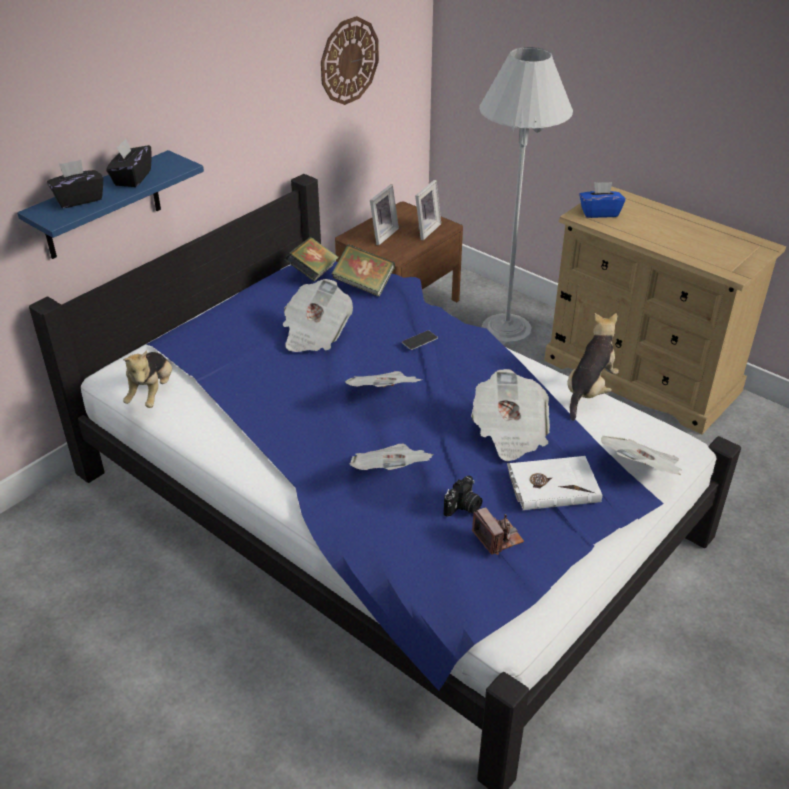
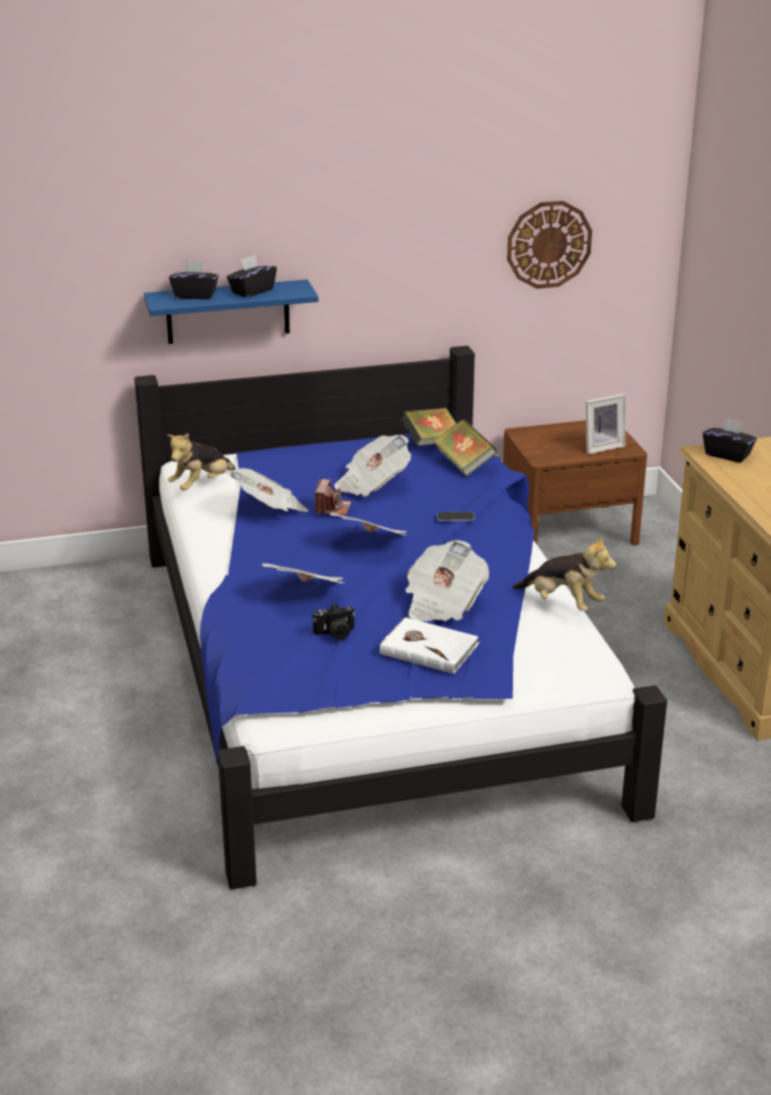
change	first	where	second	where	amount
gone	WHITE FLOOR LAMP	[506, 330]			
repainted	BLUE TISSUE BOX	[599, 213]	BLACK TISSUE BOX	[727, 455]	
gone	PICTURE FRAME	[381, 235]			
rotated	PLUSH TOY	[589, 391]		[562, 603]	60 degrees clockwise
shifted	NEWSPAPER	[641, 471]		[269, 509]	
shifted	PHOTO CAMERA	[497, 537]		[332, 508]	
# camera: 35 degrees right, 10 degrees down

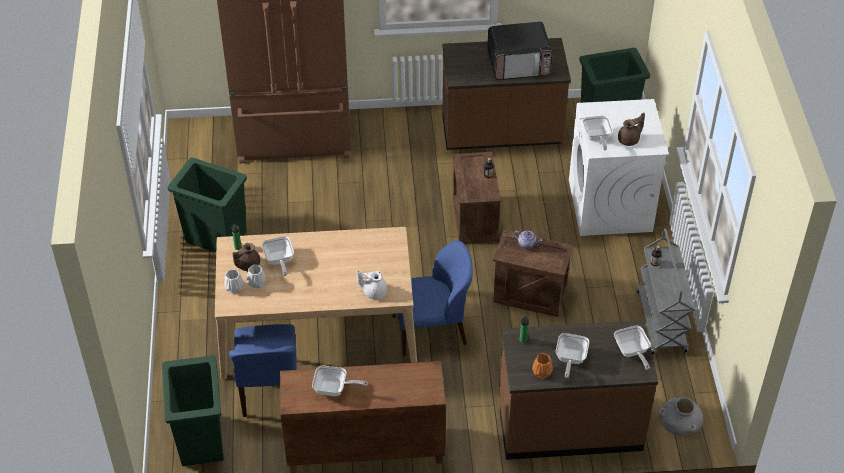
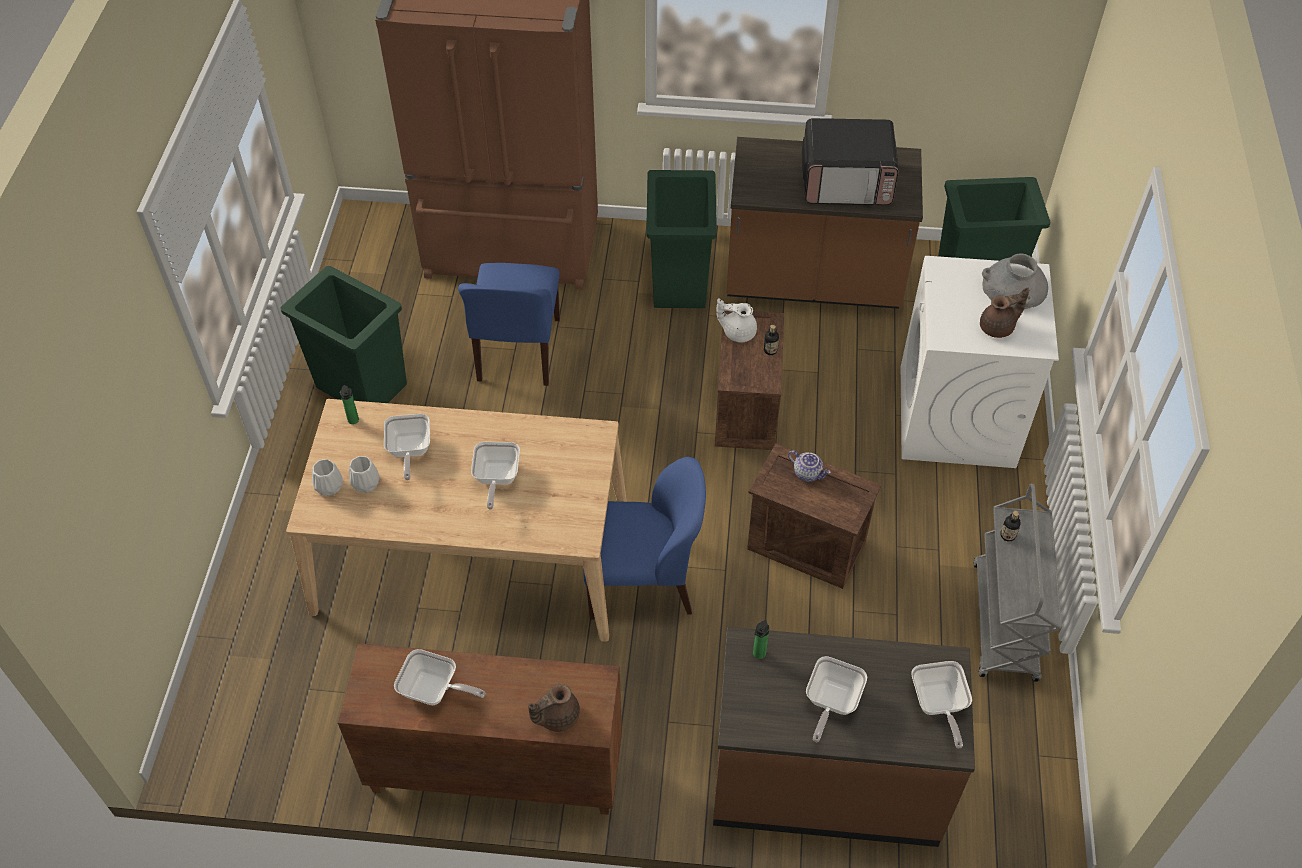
change	first	where	second	where	amount
shifted	FRYING PAN	[597, 138]		[496, 479]	
shifted	BROWN TEAPOT	[247, 265]		[556, 716]	
shifted	WHITE TEAPOT	[373, 291]		[737, 332]	
shifted	BLUE CHAIR	[269, 389]		[518, 351]	
gone	ORANGE VASE	[542, 371]			
shifted	GREEN TRASH CAN	[200, 441]		[678, 283]	
shifted	GREY VASE	[681, 418]		[1014, 288]	
# camera: 10 degrees right, 5 degrees up

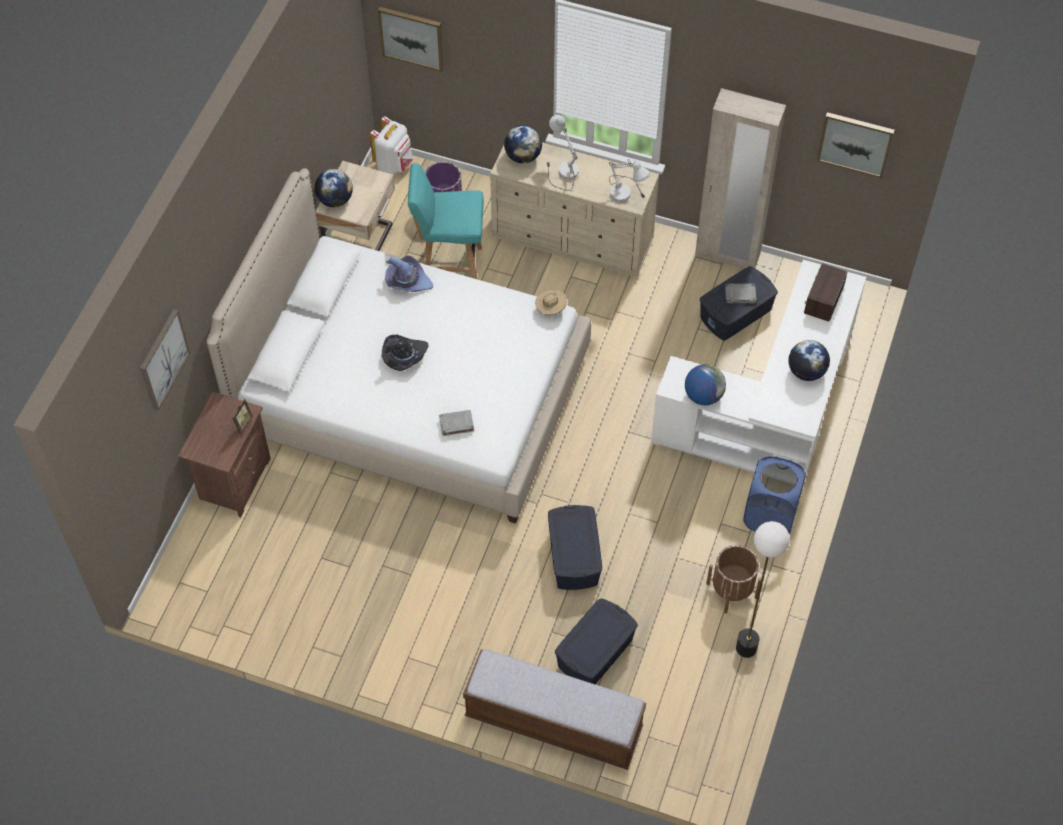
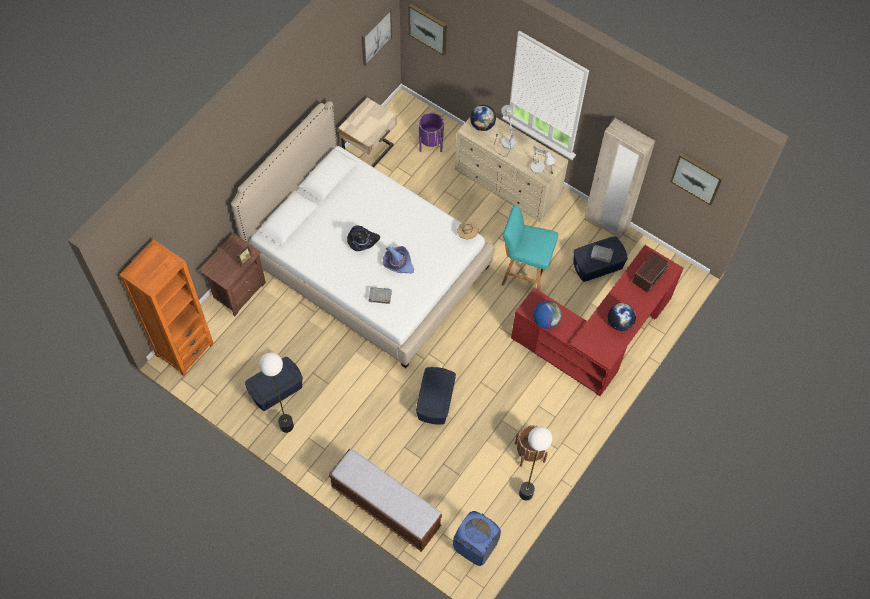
change	first	where	second	where	amount
gone	WHITE BACKPACK	[394, 164]			
shifted	TURQUOISE STOOL	[450, 268]		[524, 273]	
gone	GLOBE	[335, 200]			
shifted	PURPLE HAT	[407, 281]		[398, 263]	
repainted	WHITE DESK	[771, 411]	RED DESK	[598, 338]	
shifted	PICTURE	[163, 359]		[375, 36]	
shifted	BLUE LAUNDRY BASKET	[770, 516]		[475, 546]	
shifted	BLUE STORAGE BOX	[594, 652]		[275, 389]	
new			ORANGE BOOKCASE	[184, 349]	
new			FLOOR LAMP	[286, 426]	
# camera: 15 degrees right, 5 degrees up

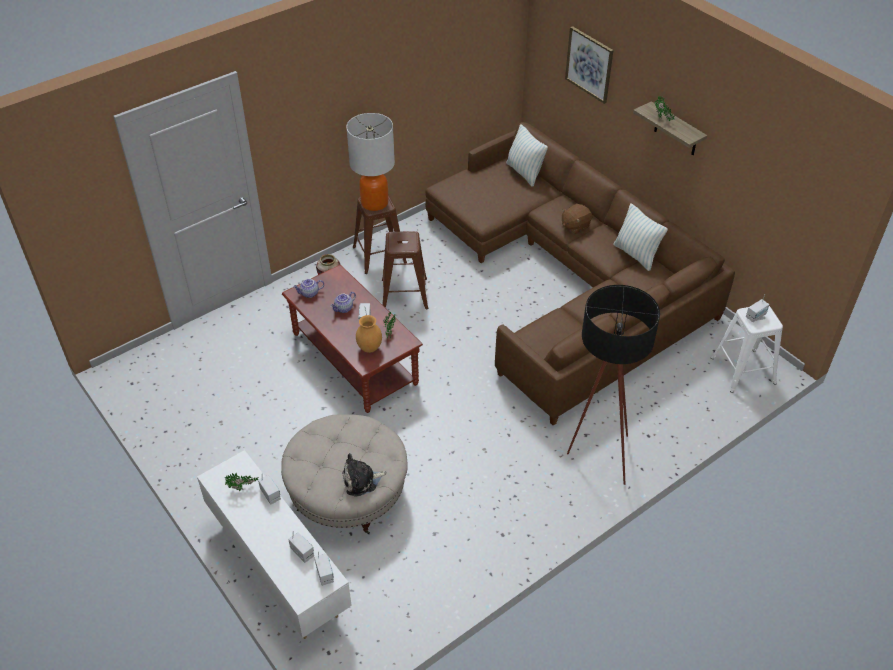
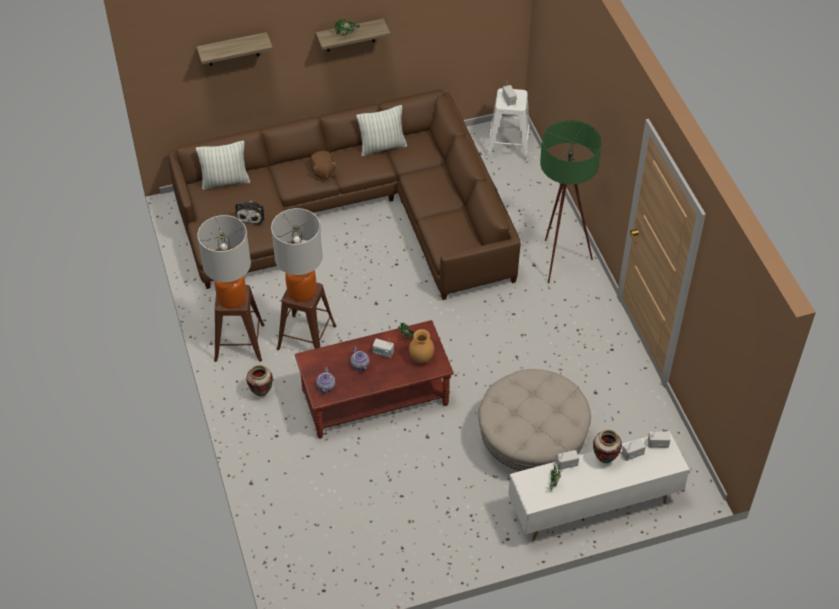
change	first	where	second	where	amount
swapped	PICTURE	[589, 64]	SHELF	[233, 49]	
repainted	BLACK FLOOR LAMP	[598, 456]	GREEN FLOOR LAMP	[558, 265]	
shifted	PLUSH TOY	[361, 481]		[251, 215]	
new			TABLE LAMP	[302, 291]	
new			VASE	[604, 459]	
# camera: 70 degrees left, 5 degrees up

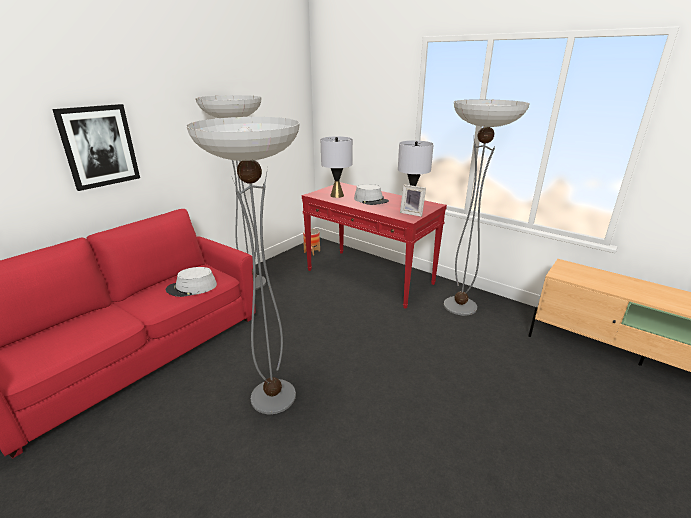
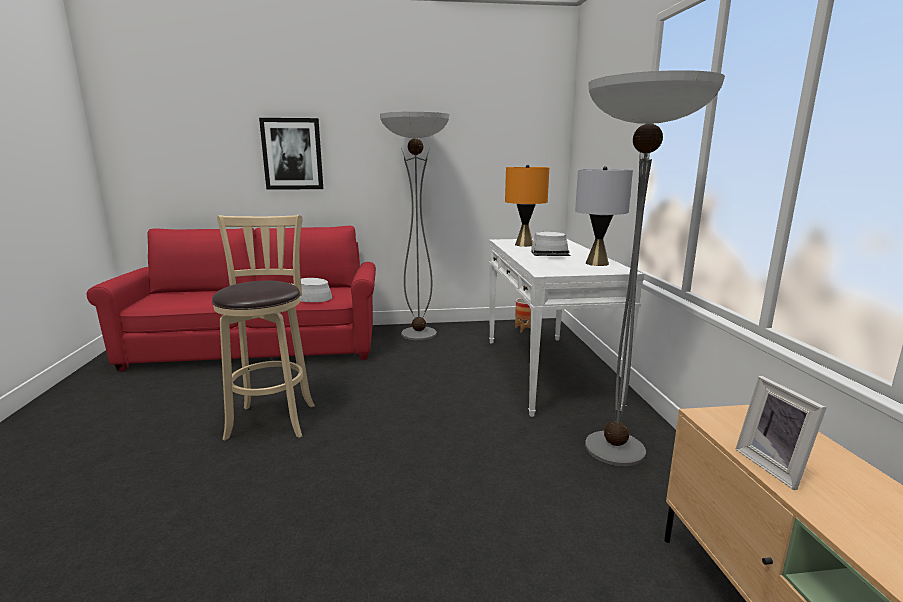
change	first	where	second	where	amount
swapped	FLOOR LAMP	[273, 396]	BEIGE STOOL	[273, 418]	
repainted	GREY TABLE LAMP	[337, 195]	ORANGE TABLE LAMP	[524, 245]	
repainted	RED CONSOLE TABLE	[370, 277]	WHITE CONSOLE TABLE	[547, 371]	
shifted	PICTURE FRAME	[412, 213]		[774, 466]	
# camera: 45 degrees right, 10 degrees down

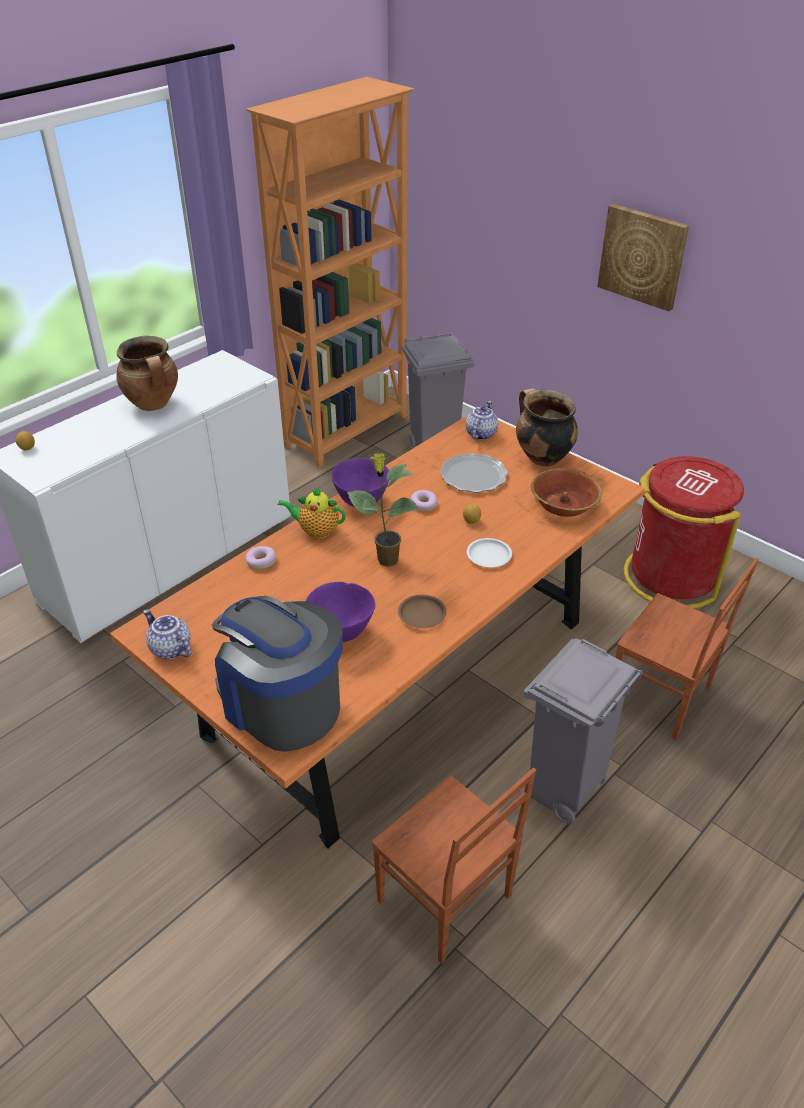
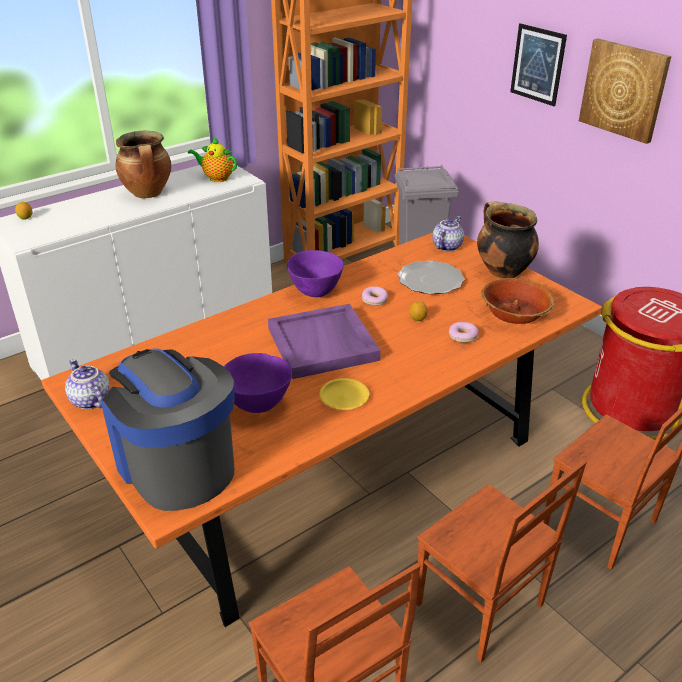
change	first	where	second	where	amount
swapped	POTTED PLANT	[386, 560]	PURPLE TRAY	[323, 344]	
shifted	TEAPOT	[316, 531]		[216, 178]	
gone	WHITE PLATE	[489, 555]			
shifted	DONUT	[261, 561]		[463, 336]	
repainted	BROWN PLATE	[422, 614]	YELLOW PLATE	[344, 397]	
swapped	GREY TRASH CAN	[563, 792]	BROWN CHAIR	[479, 606]	
new			PICTURE	[537, 64]	
# camera: 10 degrees right, 5 degrees down

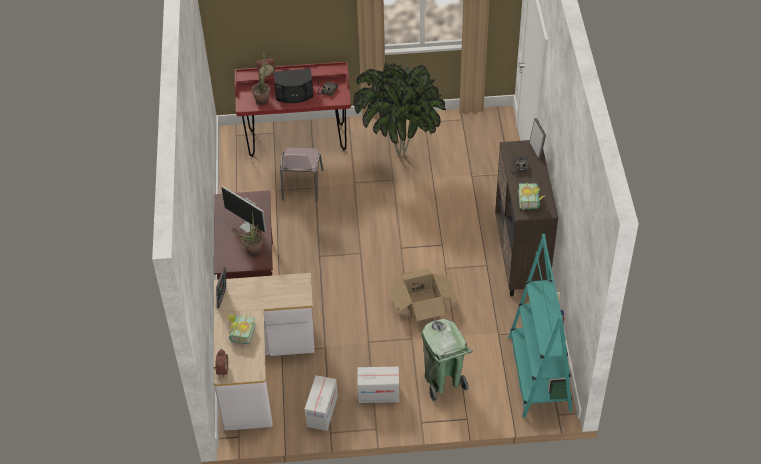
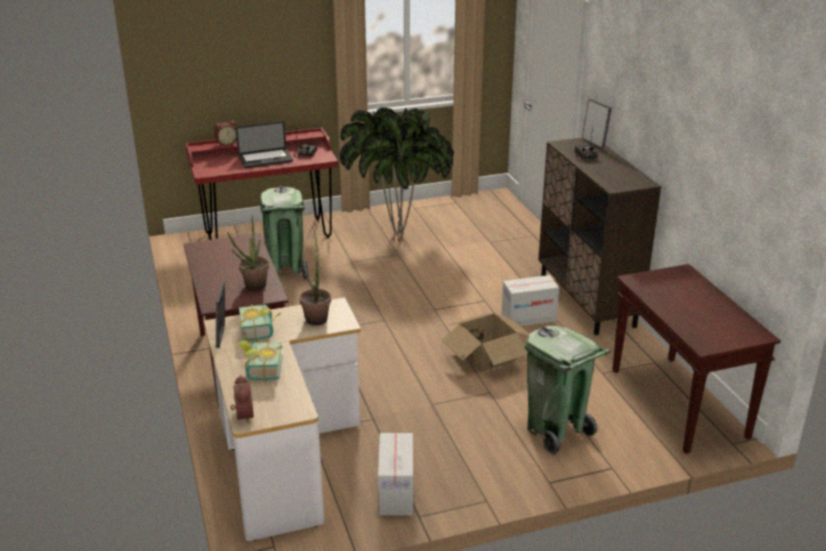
change	first	where	second	where	amount
shifted	POTTED PLANT	[263, 98]		[316, 317]	
swapped	BLACK SPEAKER	[294, 94]	LAPTOP	[265, 159]	
swapped	PINK CHAIR	[301, 185]	GREEN TRASH CAN	[286, 271]	
shifted	BOOK	[531, 200]		[261, 330]	
gone	MONITOR	[246, 222]			
swapped	TURQUOISE BOOKCASE	[539, 373]	BROWN CONSOLE TABLE	[679, 404]	
shifted	CARDBOARD BOX	[378, 394]		[528, 318]	
# camera: 15 degrees left, 20 degrees down

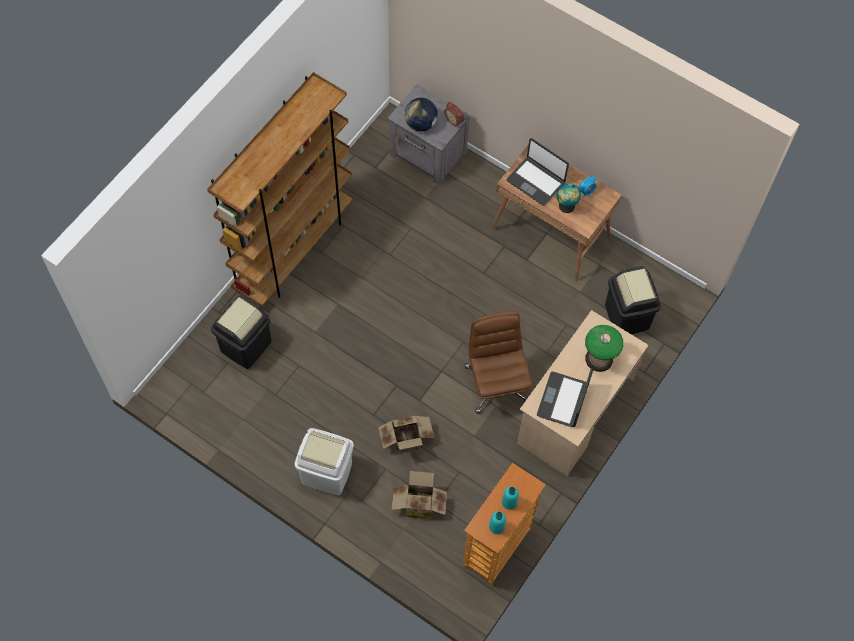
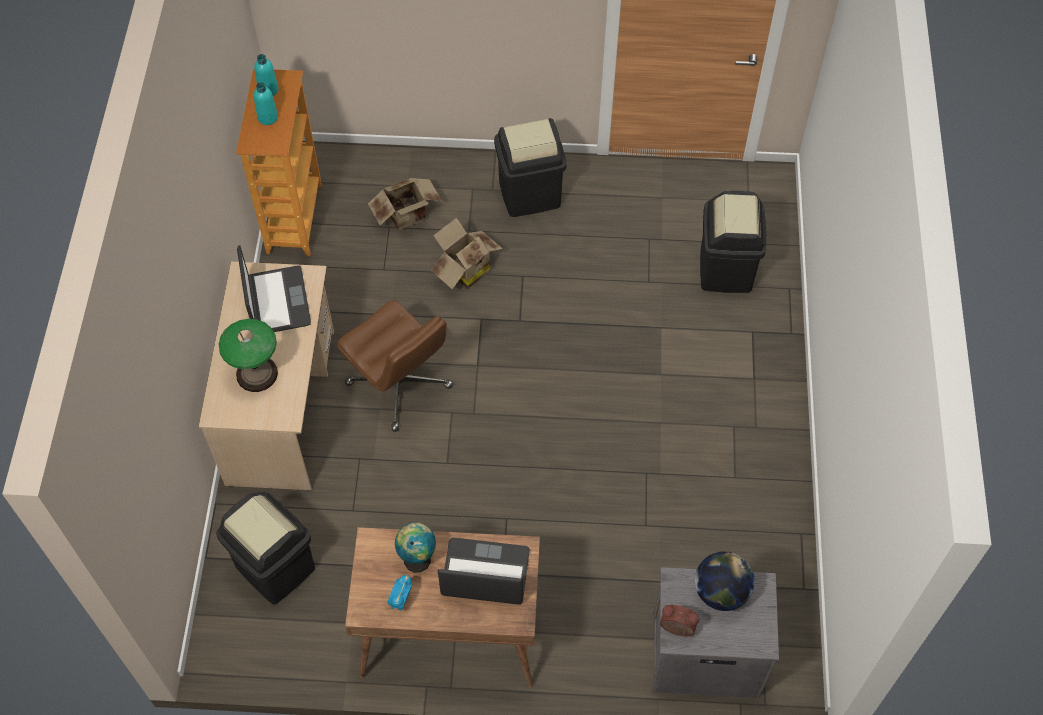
change	first	where	second	where	amount
gone	BROWN BOOKCASE	[294, 249]			
repainted	WHITE TRASH CAN	[326, 473]	BLACK TRASH CAN	[529, 194]	
# camera: 150 degrees right, 5 degrees down

